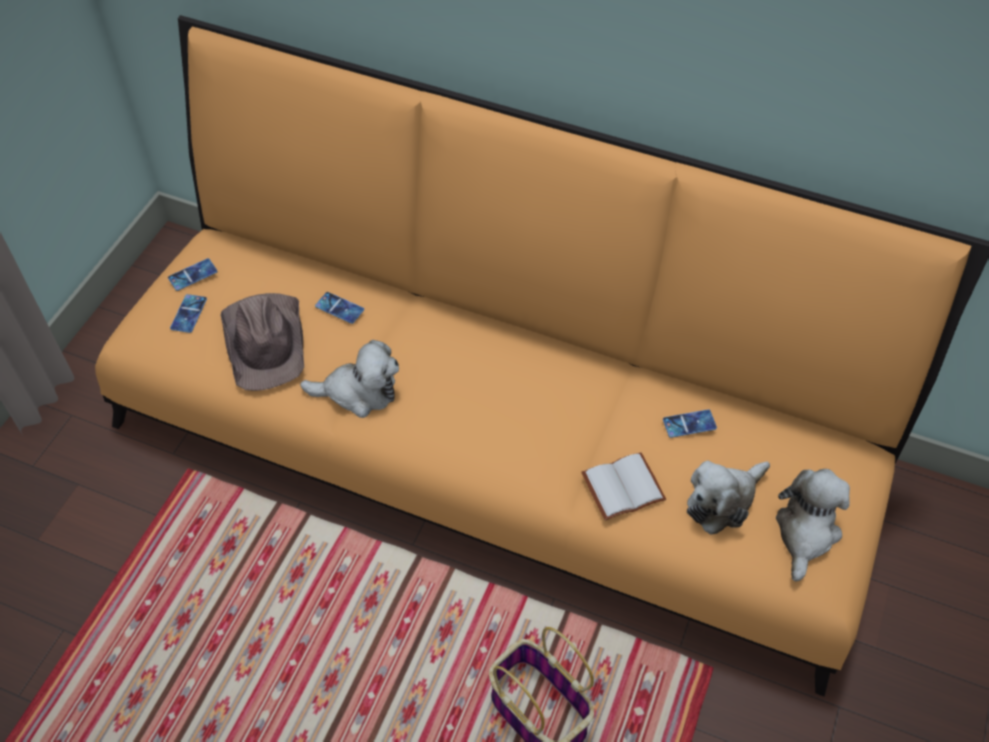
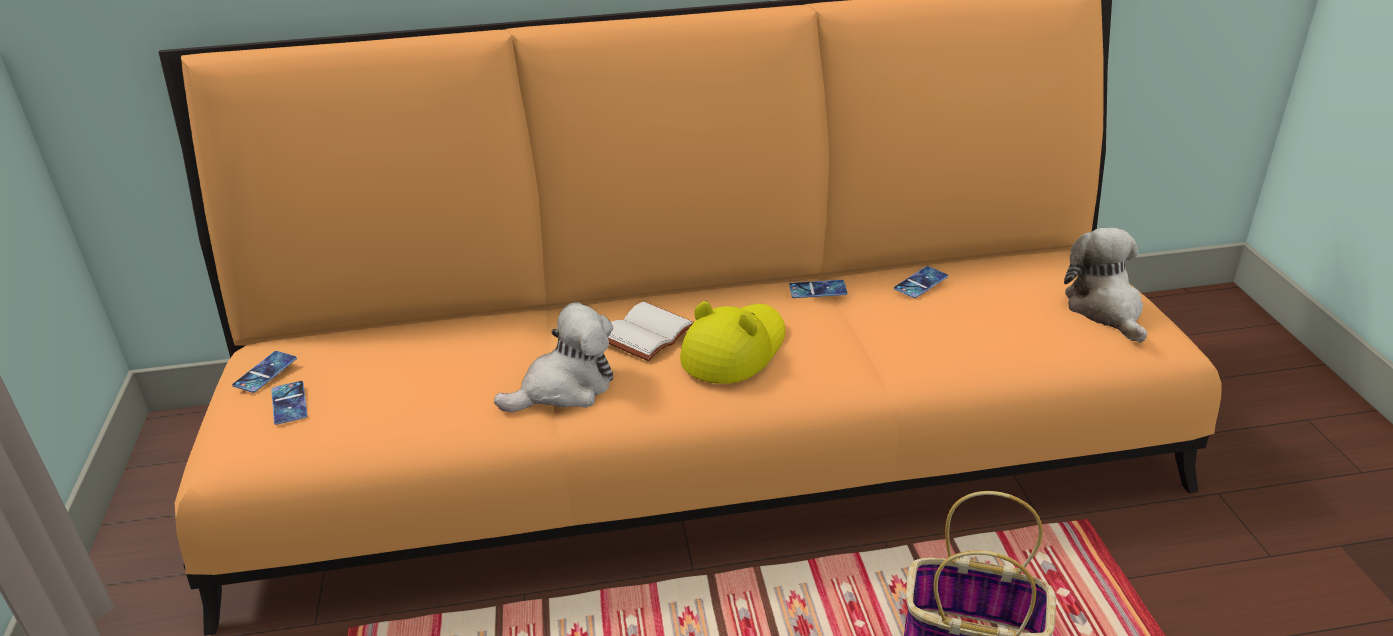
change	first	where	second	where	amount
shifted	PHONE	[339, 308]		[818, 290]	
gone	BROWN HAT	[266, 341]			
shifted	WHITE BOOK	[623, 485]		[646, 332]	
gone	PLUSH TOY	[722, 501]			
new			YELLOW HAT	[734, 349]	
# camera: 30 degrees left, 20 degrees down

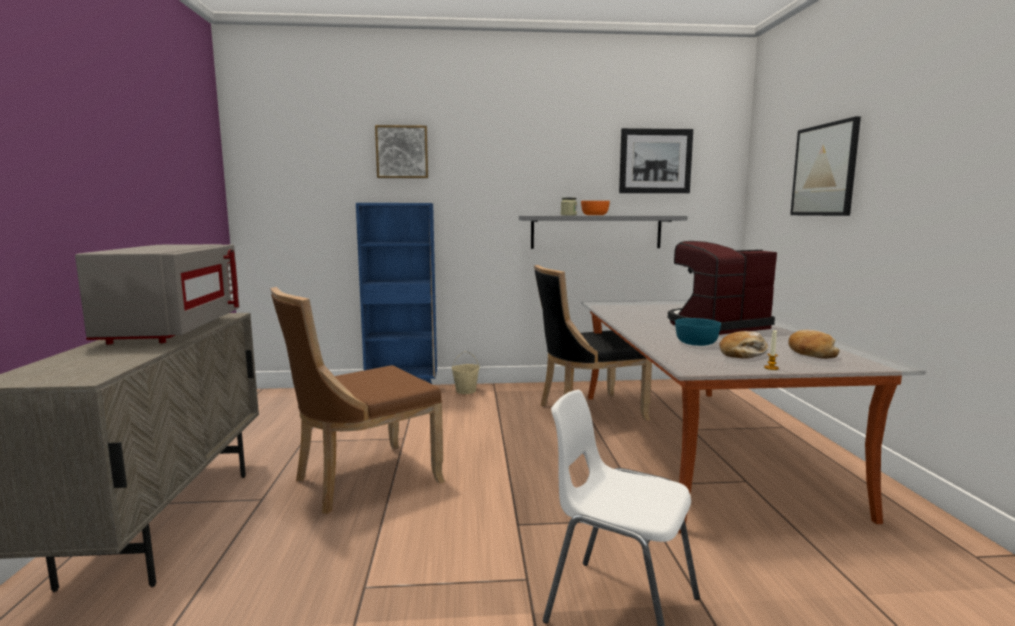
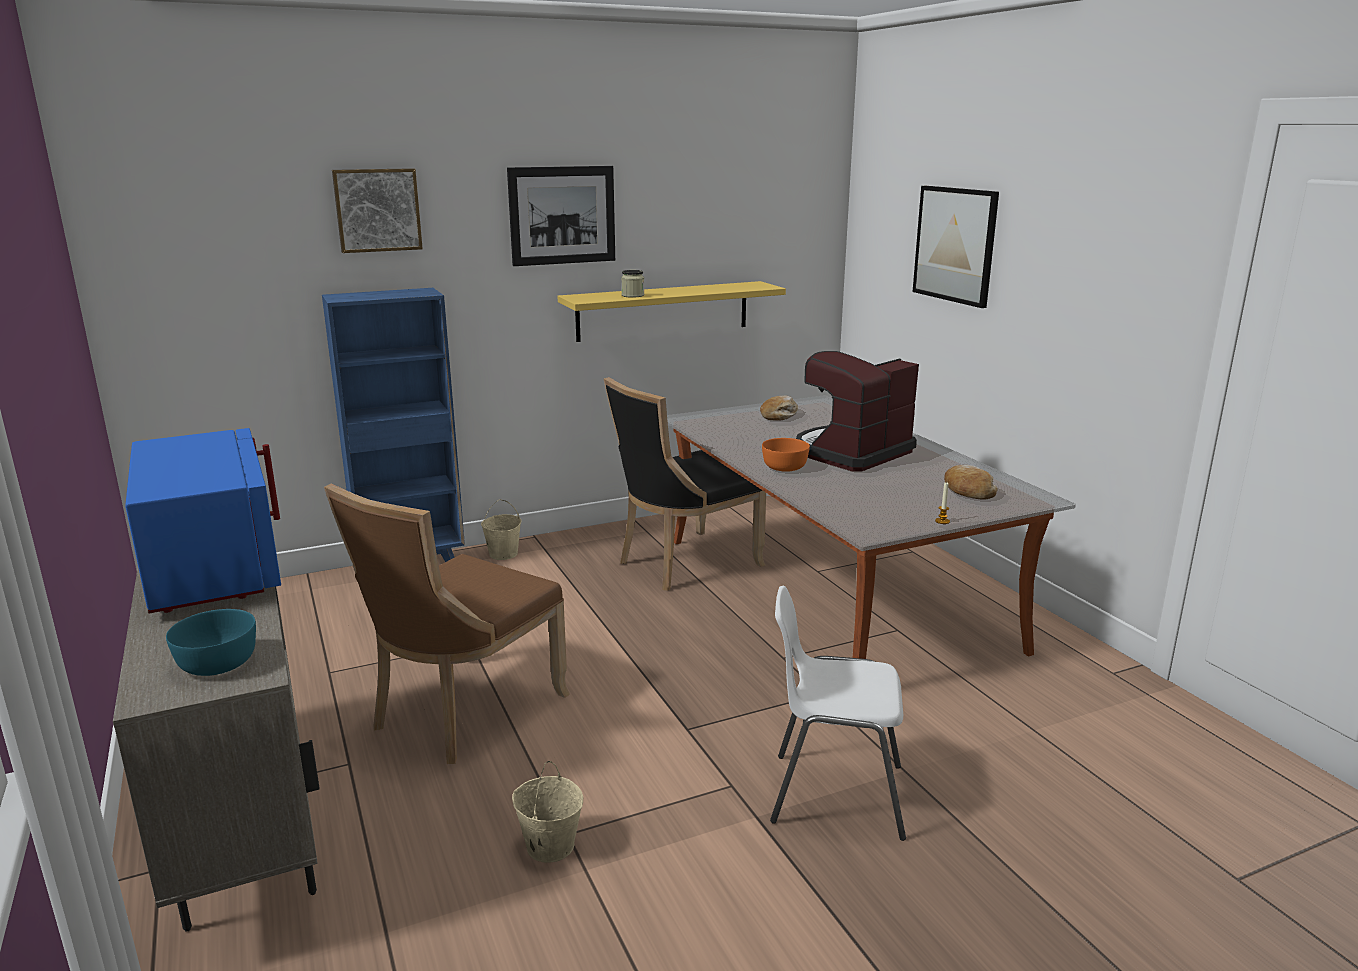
change	first	where	second	where	amount
shifted	PICTURE	[655, 161]		[562, 215]	
shifted	ORANGE BOWL	[594, 215]		[784, 467]	
repainted	GREY SHELF	[596, 232]	YELLOW SHELF	[663, 311]	
repainted	GREY MICROWAVE	[173, 330]	BLUE MICROWAVE	[212, 569]	
shifted	TURQUOISE BOWL	[697, 343]		[219, 663]	
shifted	BREAD	[743, 354]		[779, 415]	
new			BEIGE BUCKET	[549, 846]	
# camera: 20 degrees left, 10 degrees up

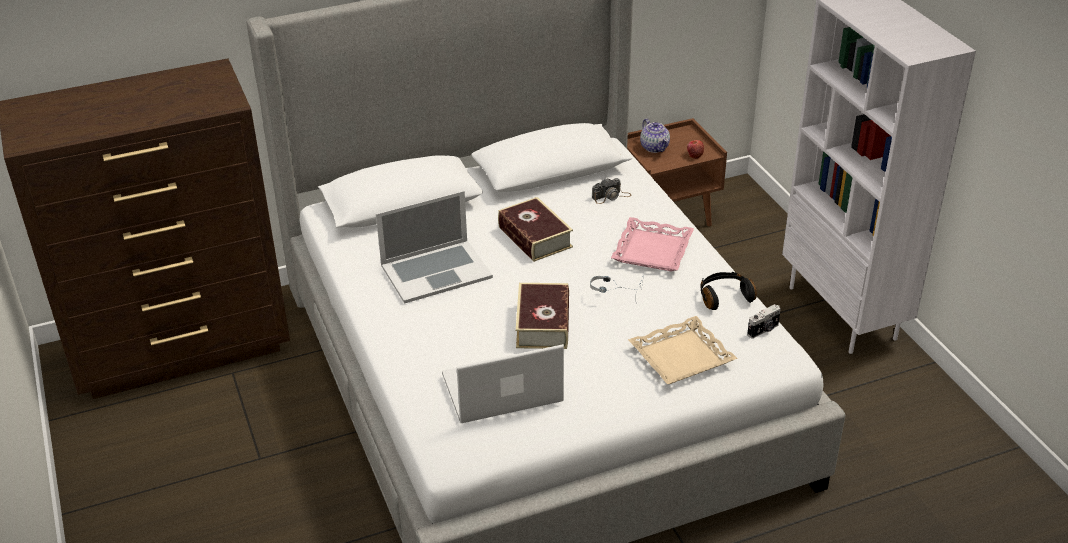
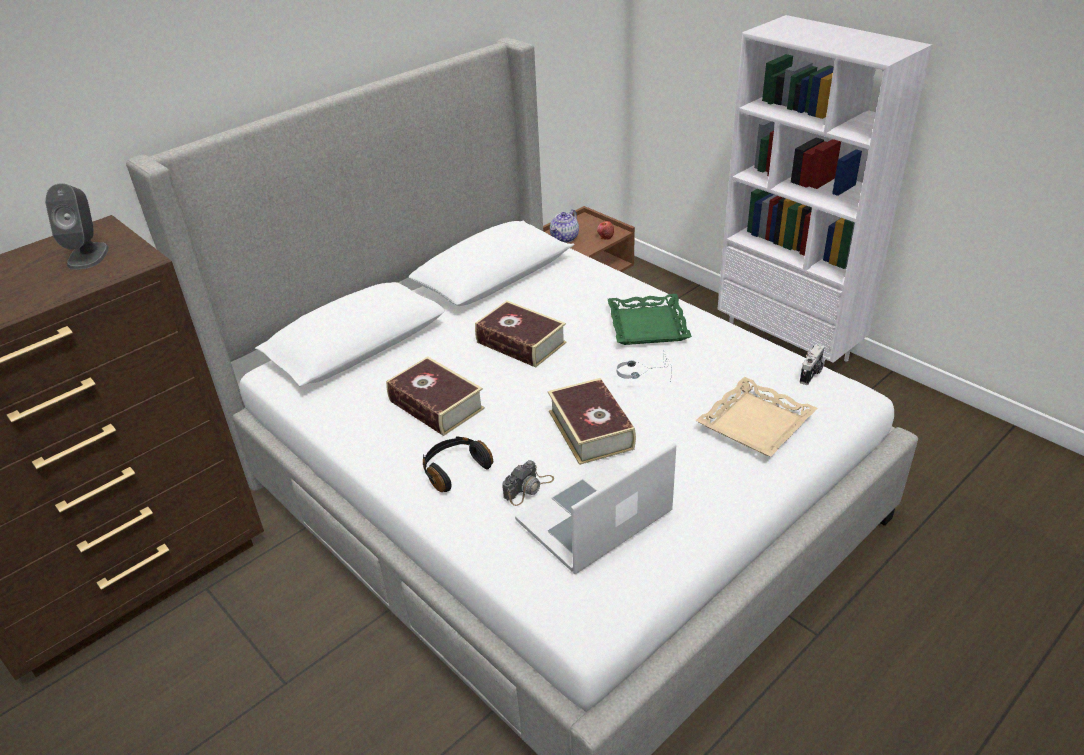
change	first	where	second	where	amount
rotated	TEAPOT	[655, 147]		[564, 238]	75 degrees clockwise
shifted	PHOTO CAMERA	[611, 196]		[528, 488]	
swapped	LAPTOP	[436, 271]	BOOK	[436, 405]	
repainted	PINK TRAY	[651, 250]	GREEN TRAY	[647, 325]	
shifted	BLACK HEADPHONES	[724, 296]		[455, 470]	
new			GREY SPEAKER	[88, 256]	
# camera: 20 degrees left, 0 degrees up

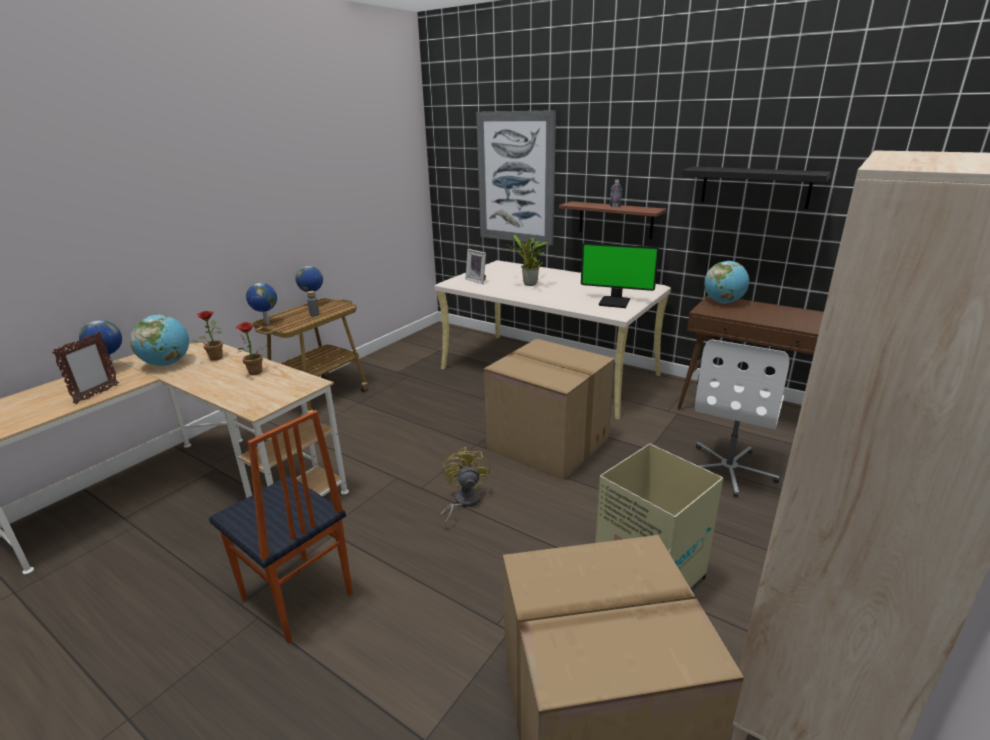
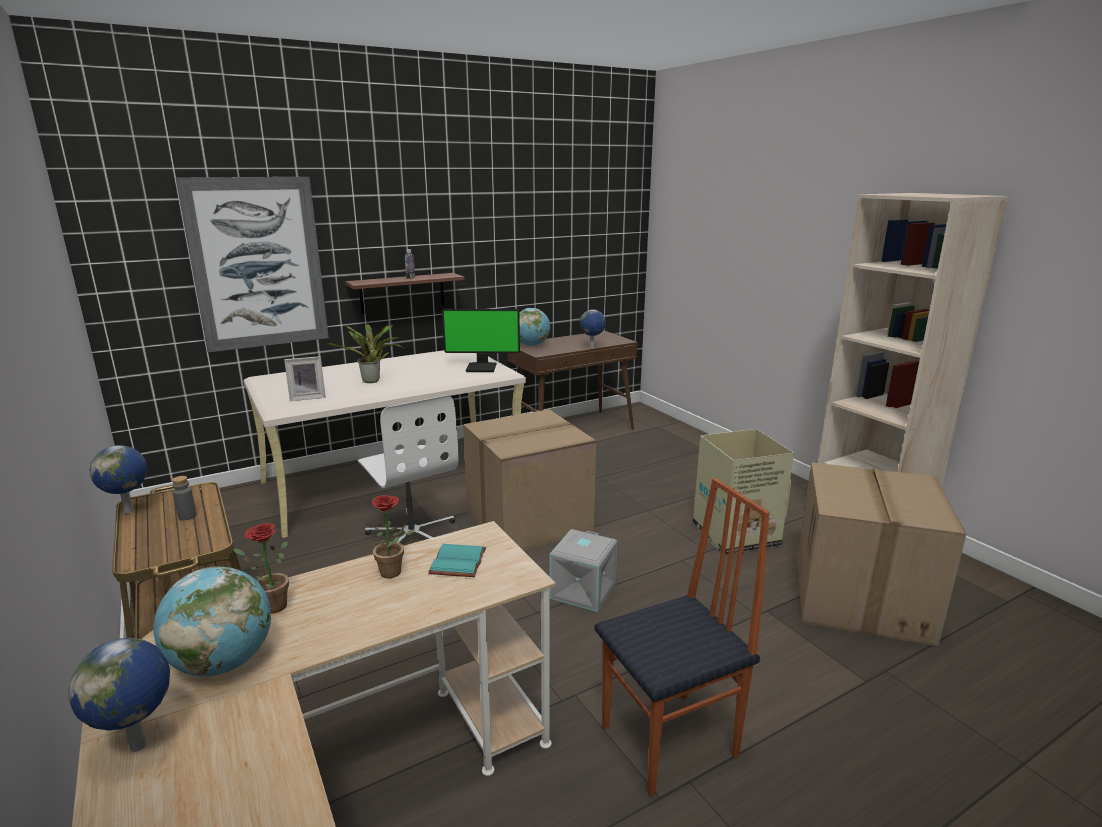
change	first	where	second	where	amount
gone	BLACK SHELF	[755, 187]			
rotated	MONITOR	[615, 302]		[482, 367]	45 degrees clockwise
shifted	GLOBE	[266, 323]		[592, 347]	
gone	PICTURE FRAME	[96, 394]			
shifted	WHITE OFFICE CHAIR	[729, 469]		[412, 535]	
swapped	YELLOW FAN	[463, 502]	GREY STORAGE BOX	[584, 591]	
new			TURQUOISE BOOK	[459, 562]	
# camera: 65 degrees left, 5 degrees down

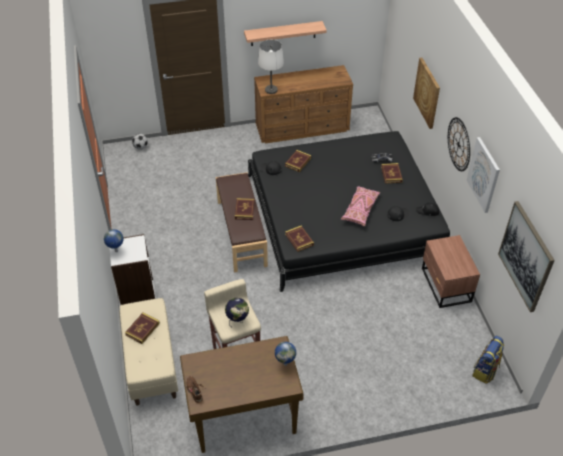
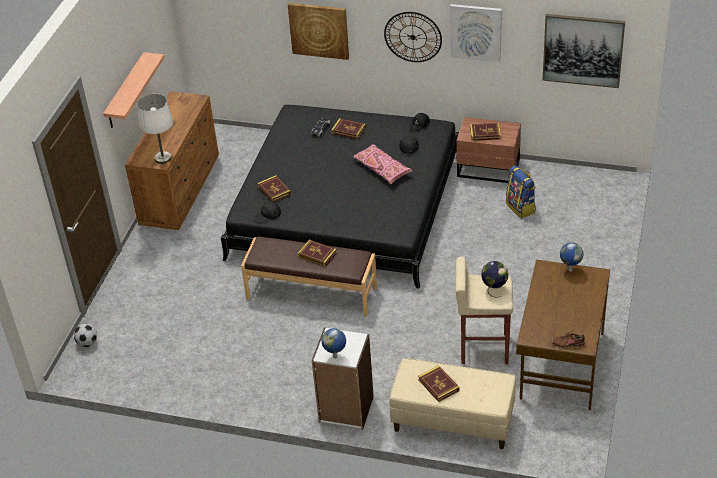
change	first	where	second	where	amount
shifted	BOOK	[299, 239]		[485, 133]	
shifted	BACKPACK	[485, 371]		[521, 207]	
# camera: 60 degrees left, 5 degrees down

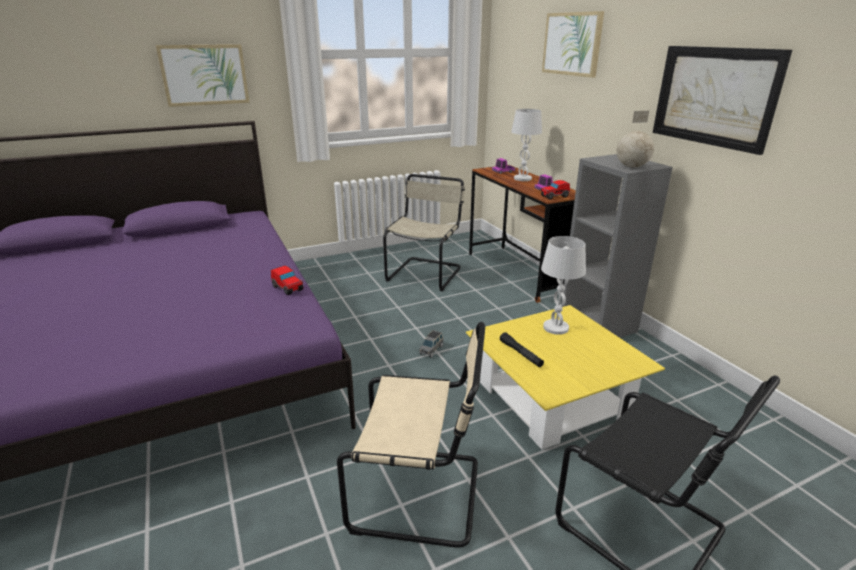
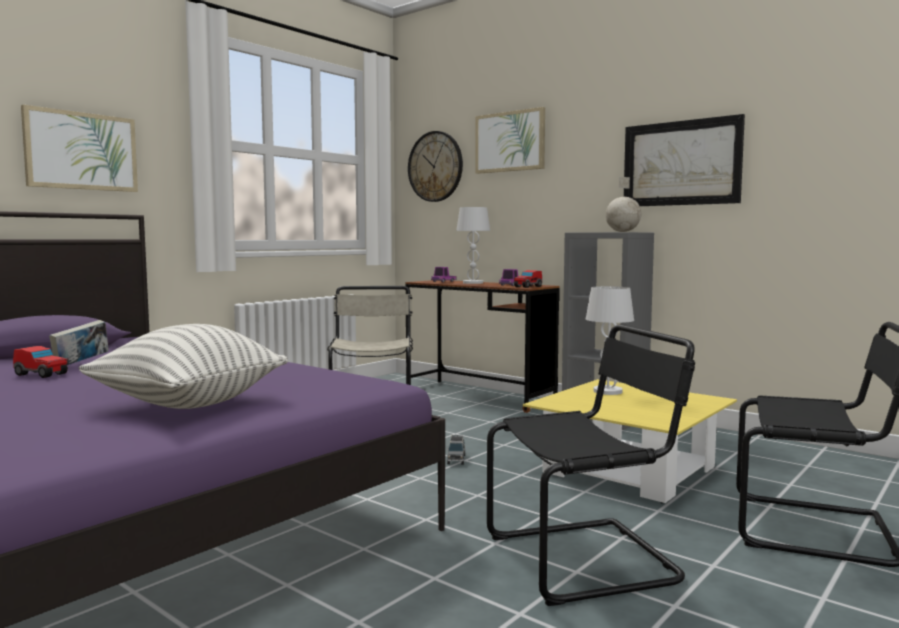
change	first	where	second	where	amount
shifted	TOY CAR	[288, 288]		[41, 374]	
repainted	BEIGE CHAIR	[422, 494]	BLACK CHAIR	[588, 558]	
gone	BLACK FLASHLIGHT	[521, 354]			
new			WALL CLOCK	[435, 166]	
new			BOOK	[81, 364]	
new			PILLOW	[189, 403]	
# camera: 25 degrees left, 20 degrees down

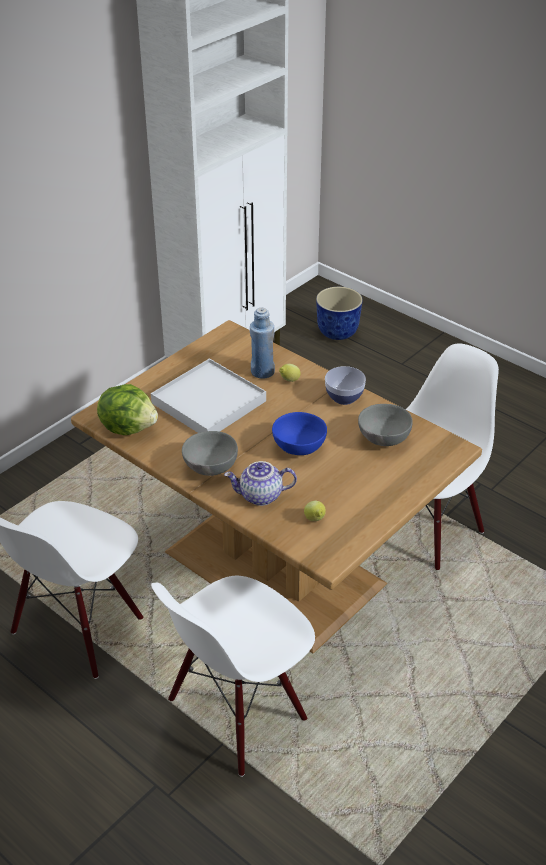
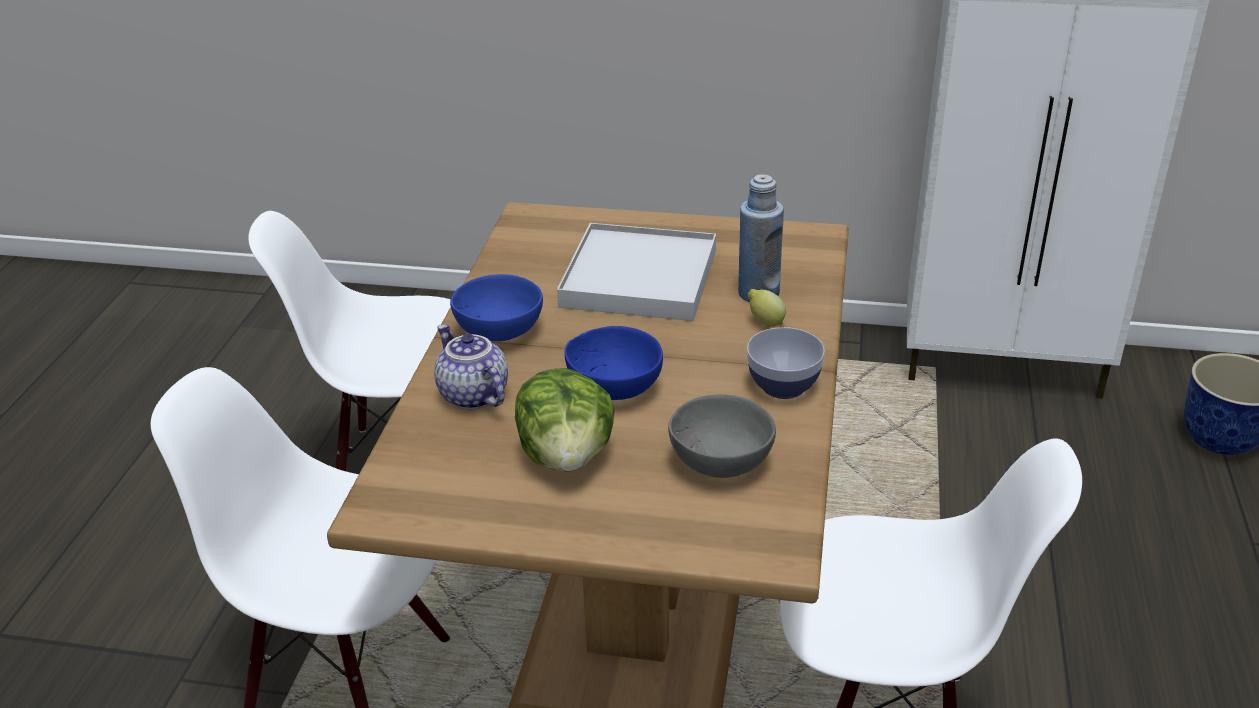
change	first	where	second	where	amount
shifted	LETTUCE	[129, 427]		[567, 456]	
repainted	GREY BOWL	[209, 468]	BLUE BOWL	[497, 331]	
gone	LEMON	[315, 520]			
# camera: 60 degrees right, 5 degrees down

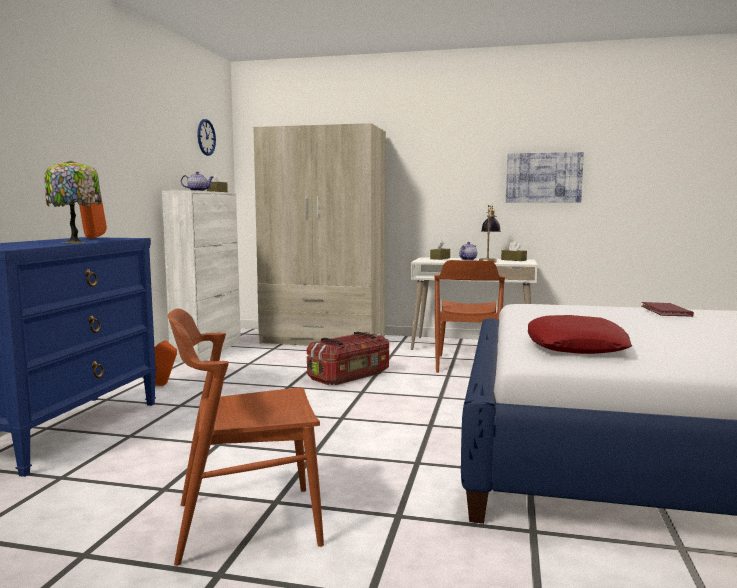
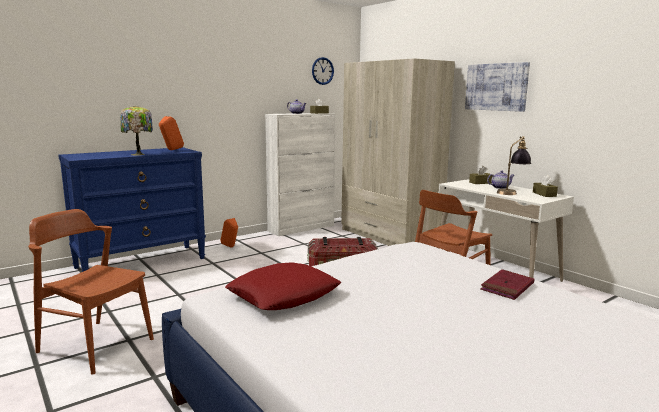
change	first	where	second	where	amount
shifted	PICTURE	[543, 177]		[496, 87]	
# camera: 40 degrees right, 5 degrees up

